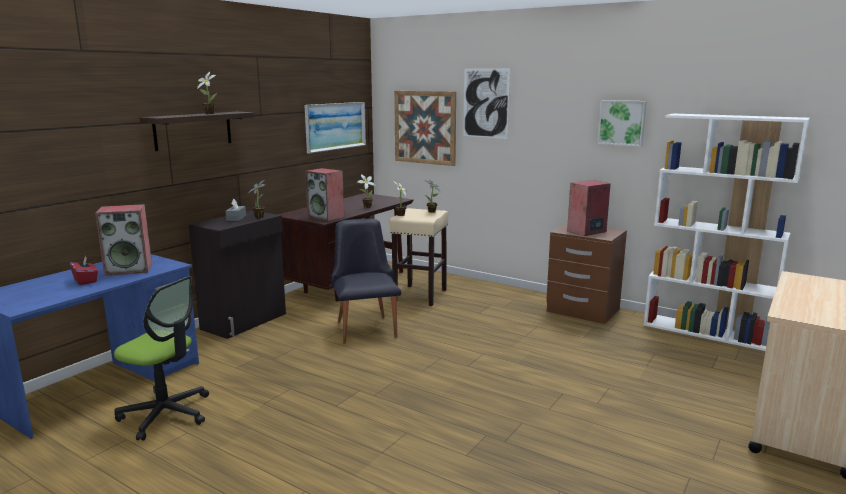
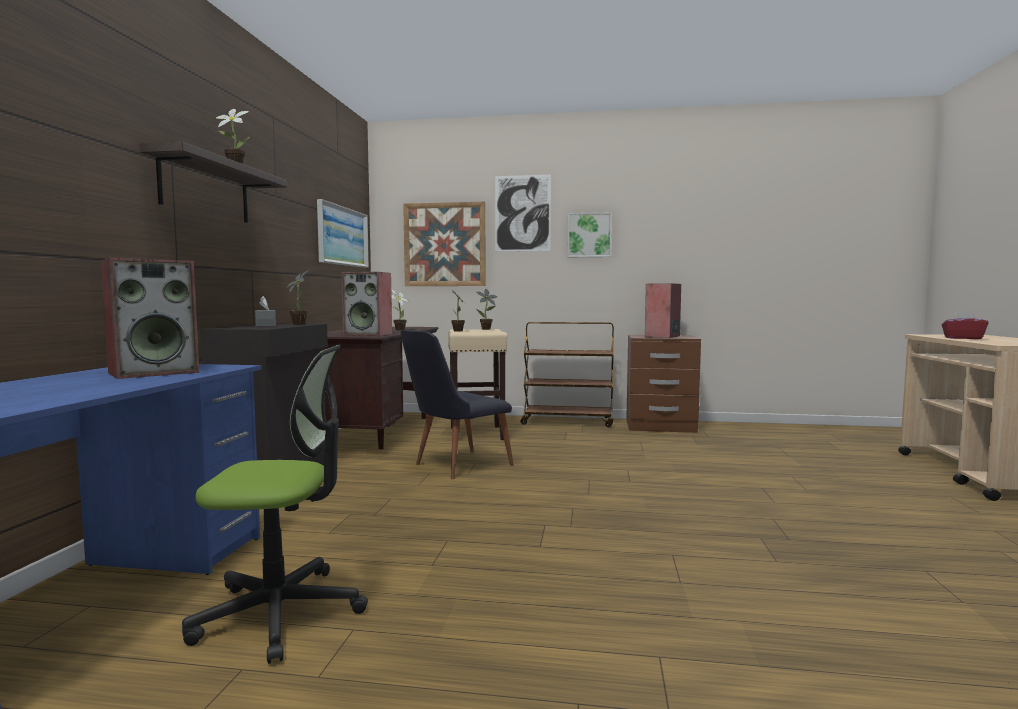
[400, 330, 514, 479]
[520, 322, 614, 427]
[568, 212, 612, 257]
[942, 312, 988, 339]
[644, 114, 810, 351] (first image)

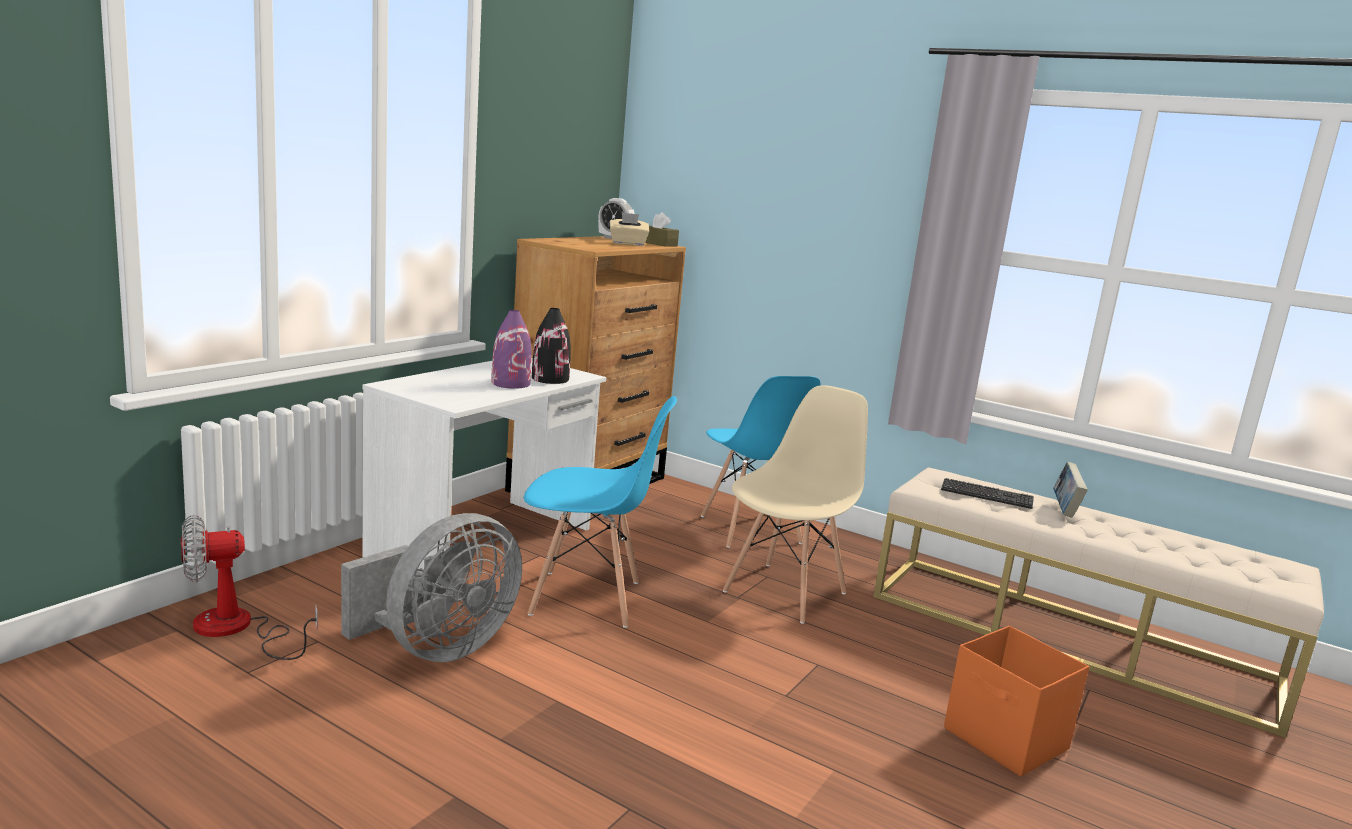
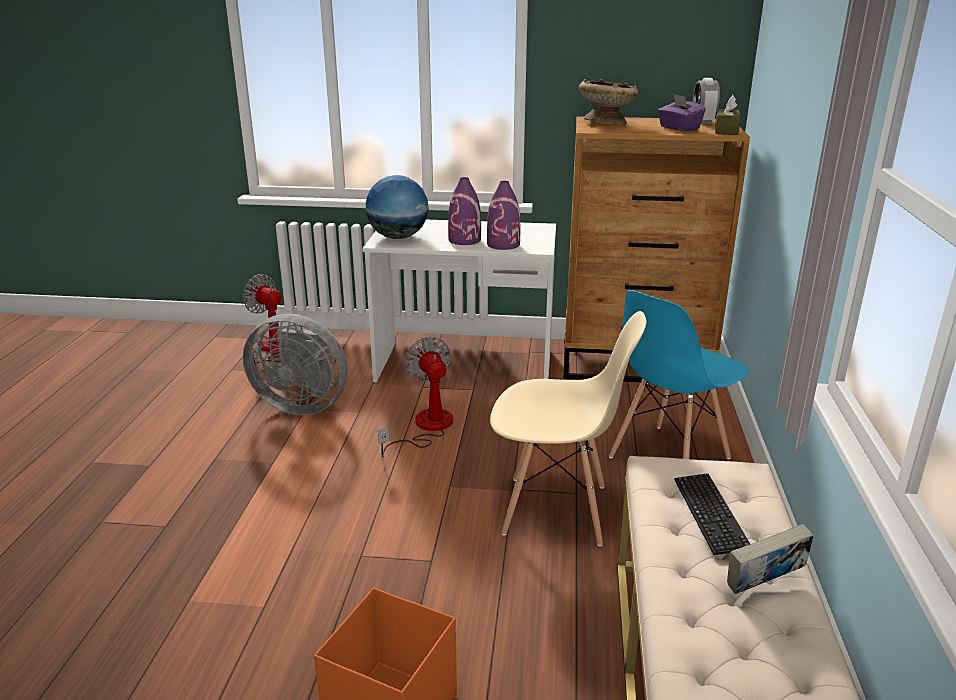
[366, 175, 429, 239]
[378, 337, 453, 457]
[487, 181, 520, 250]
[579, 79, 639, 124]
[658, 94, 706, 131]

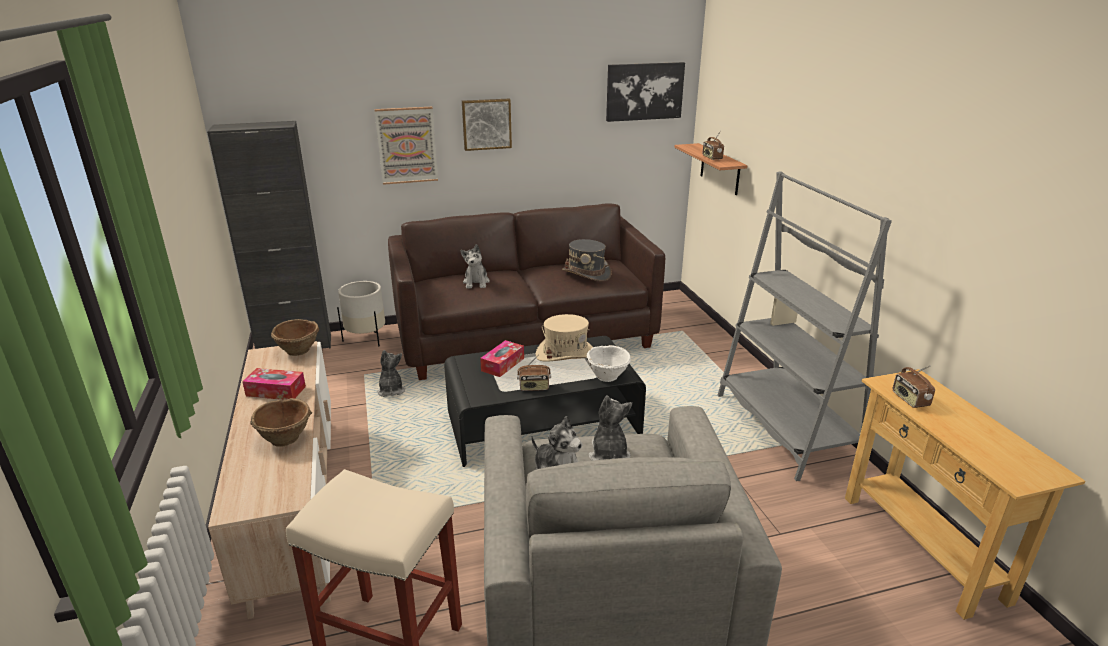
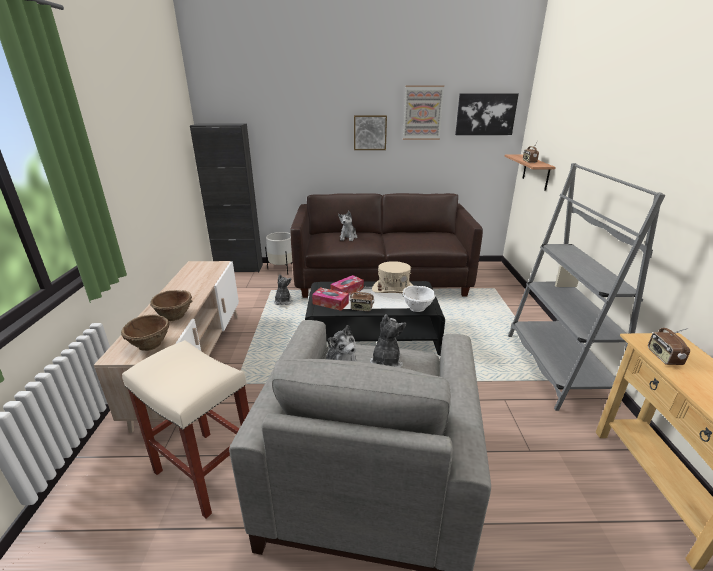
[121, 315, 170, 351]
[312, 287, 349, 311]
[403, 86, 444, 140]
[562, 239, 612, 282] (first image)

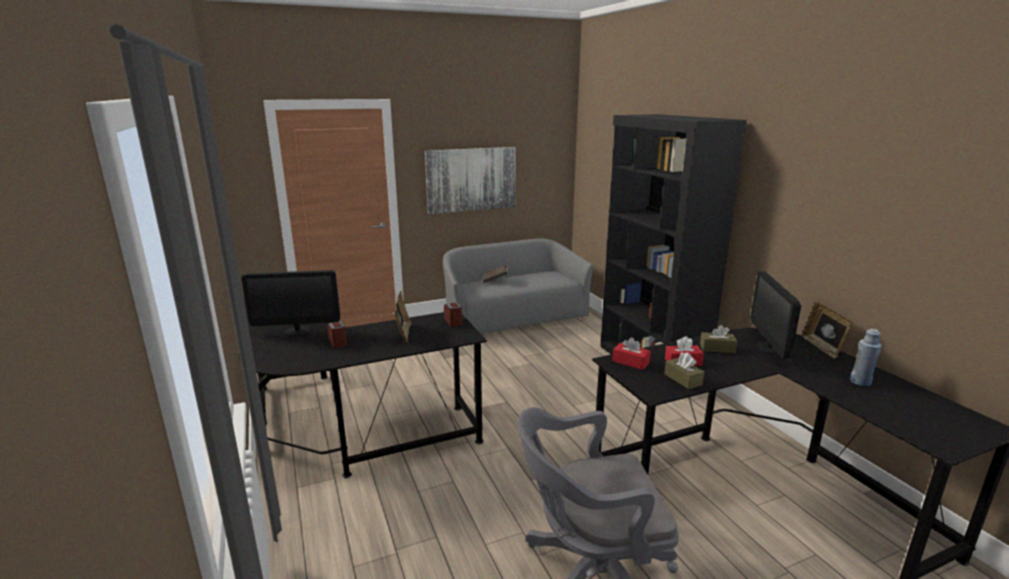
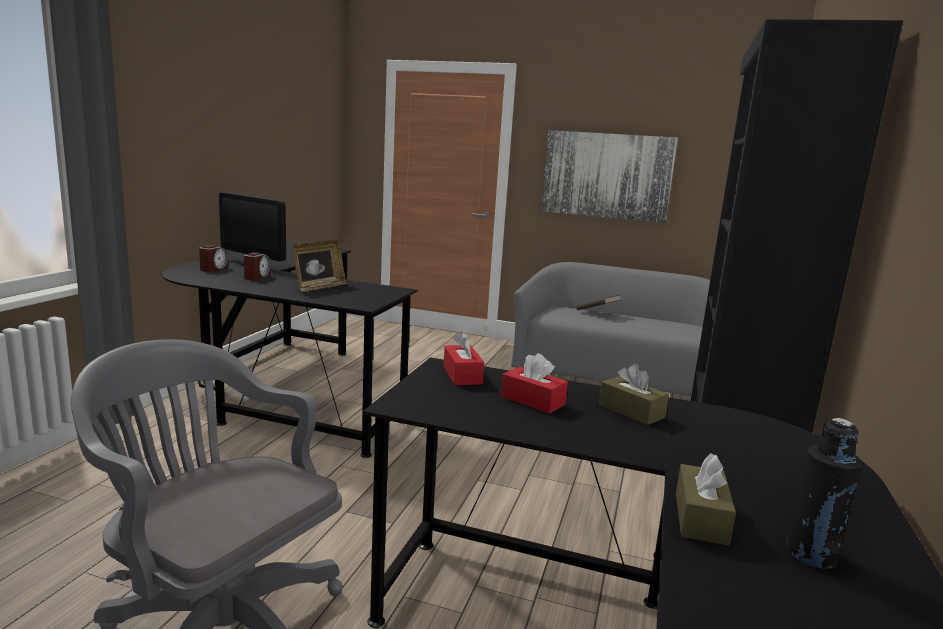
[199, 245, 229, 272]
[676, 453, 736, 546]
[786, 418, 863, 569]
[750, 271, 801, 358] (first image)
[802, 302, 852, 359] (first image)

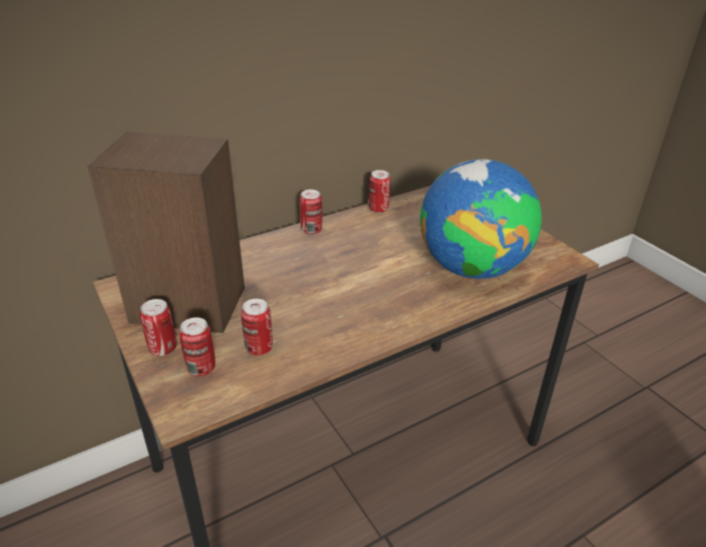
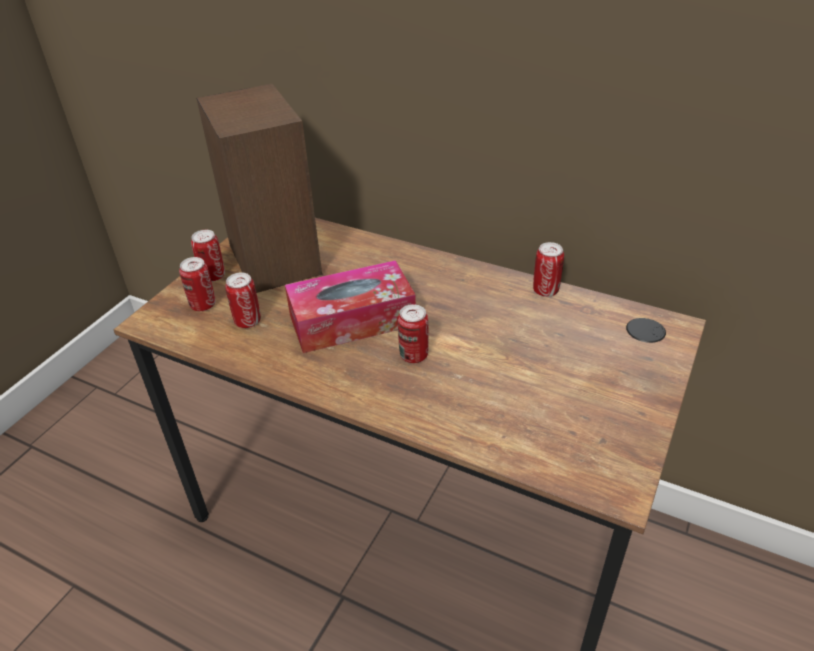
[285, 260, 416, 353]
[398, 304, 429, 363]
[420, 159, 542, 279] (first image)

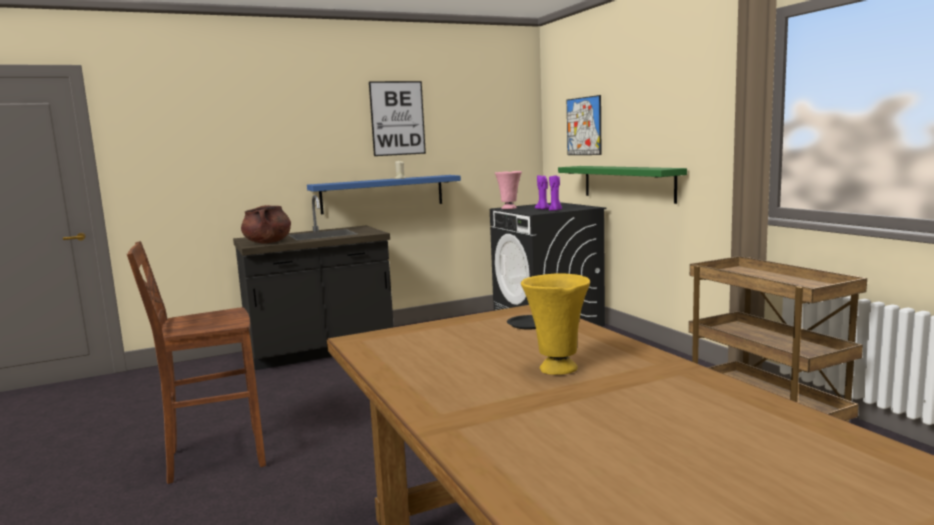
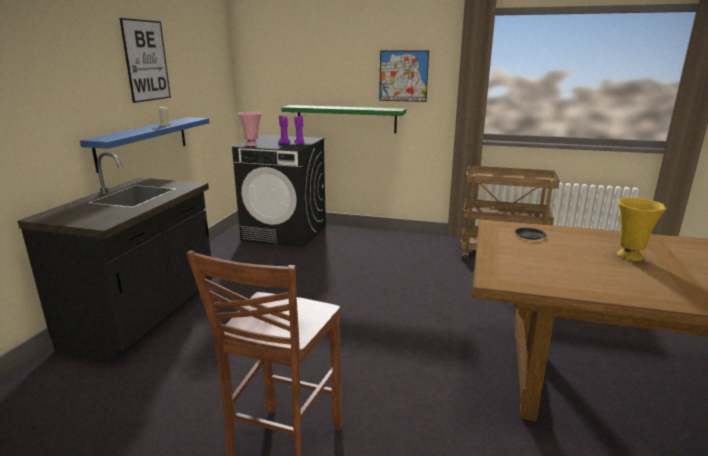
[379, 51, 429, 102]
[241, 205, 291, 244] (first image)

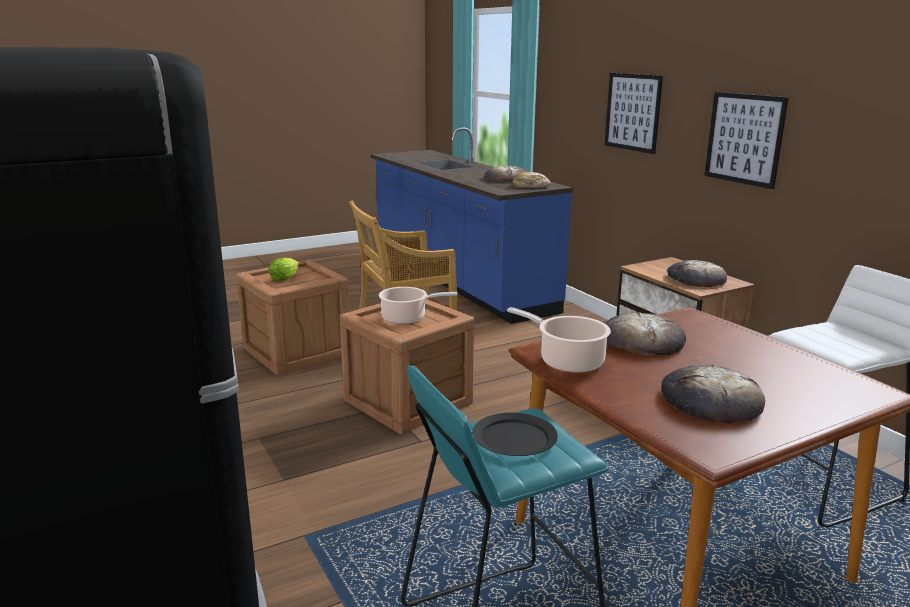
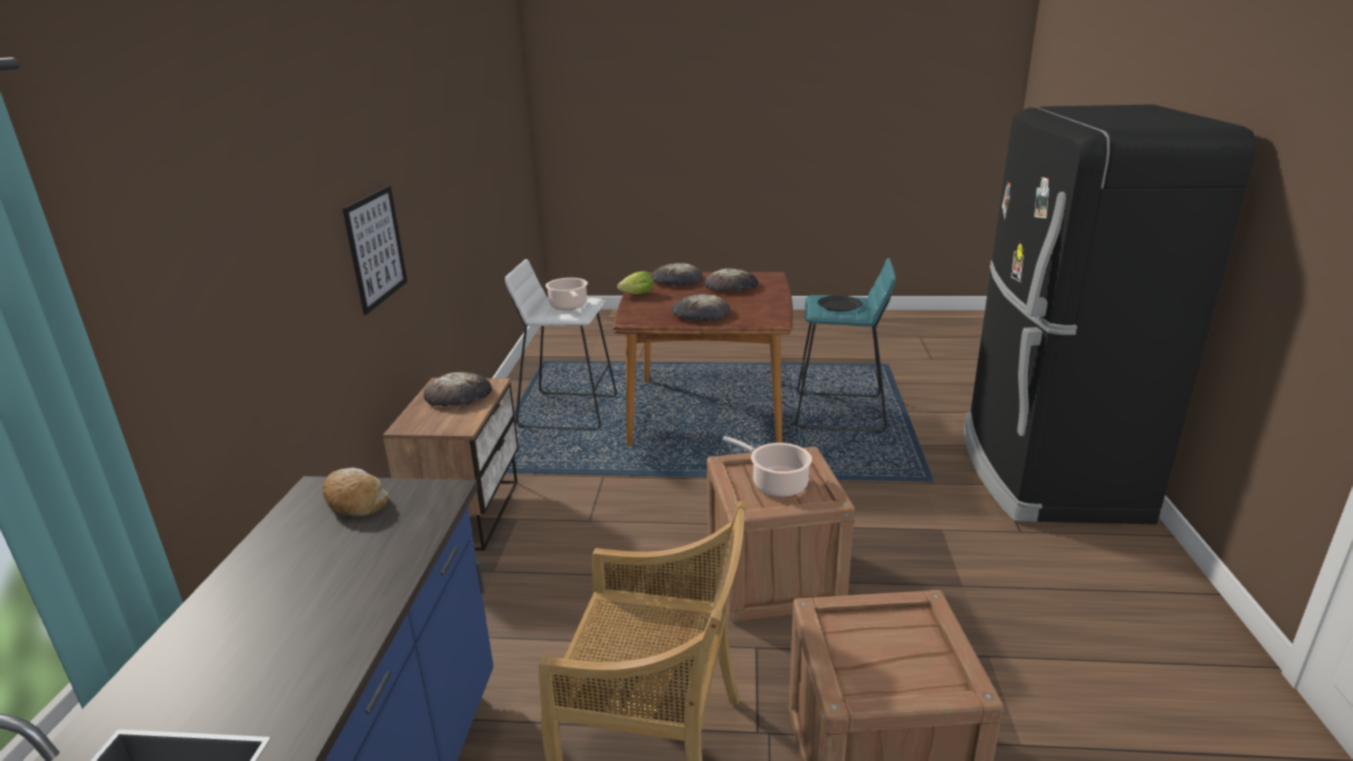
[545, 278, 588, 310]
[617, 271, 653, 294]
[651, 263, 703, 286]
[605, 73, 663, 154] (first image)

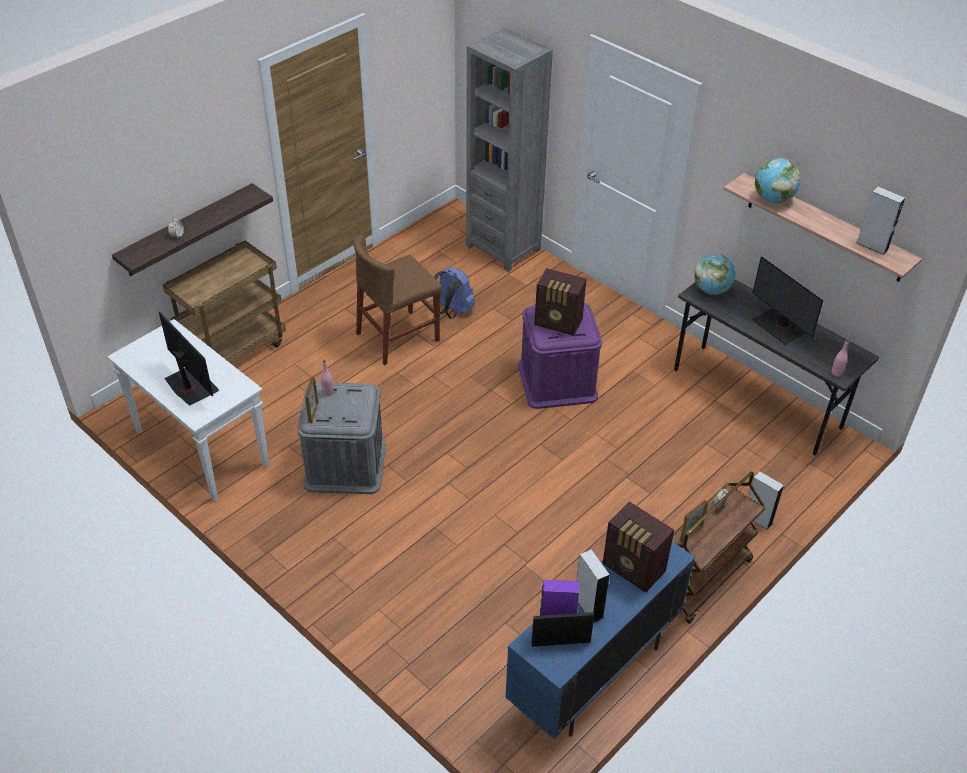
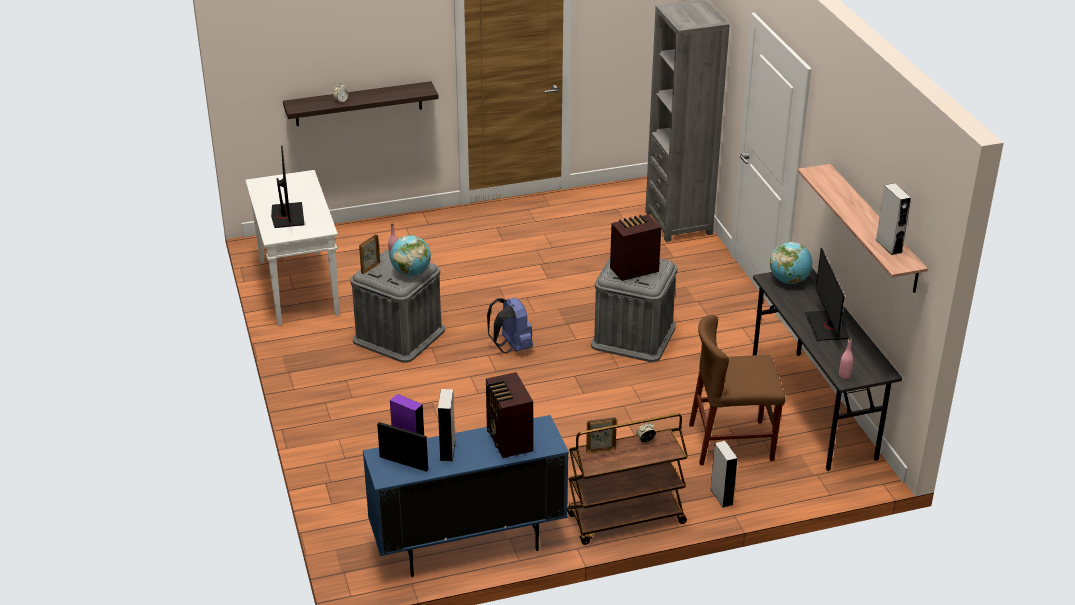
[390, 235, 431, 276]
[487, 298, 533, 353]
[591, 258, 677, 362]
[610, 215, 661, 281]
[689, 315, 786, 465]
[163, 241, 286, 364] (first image)

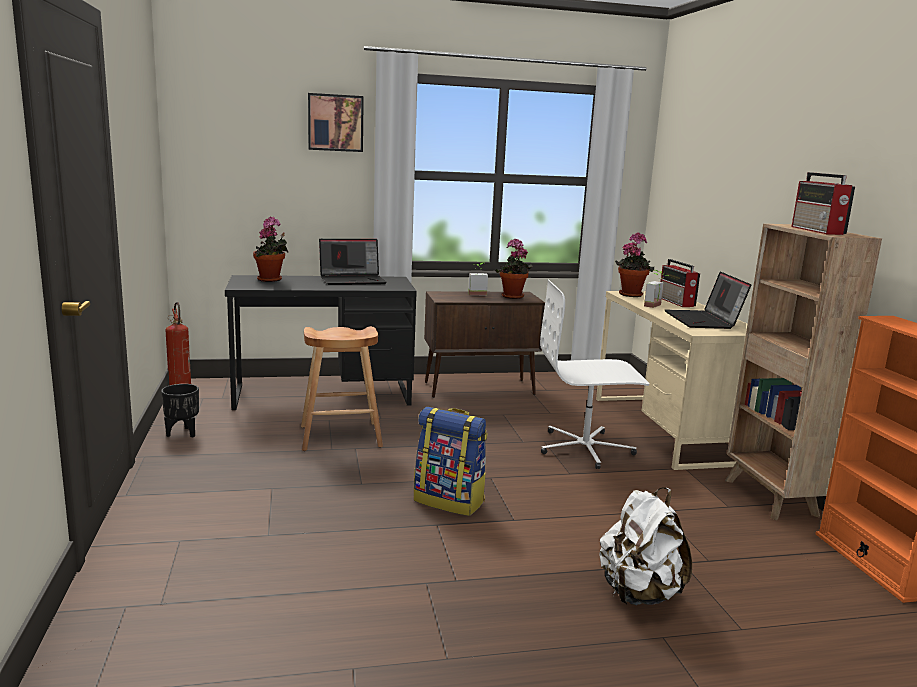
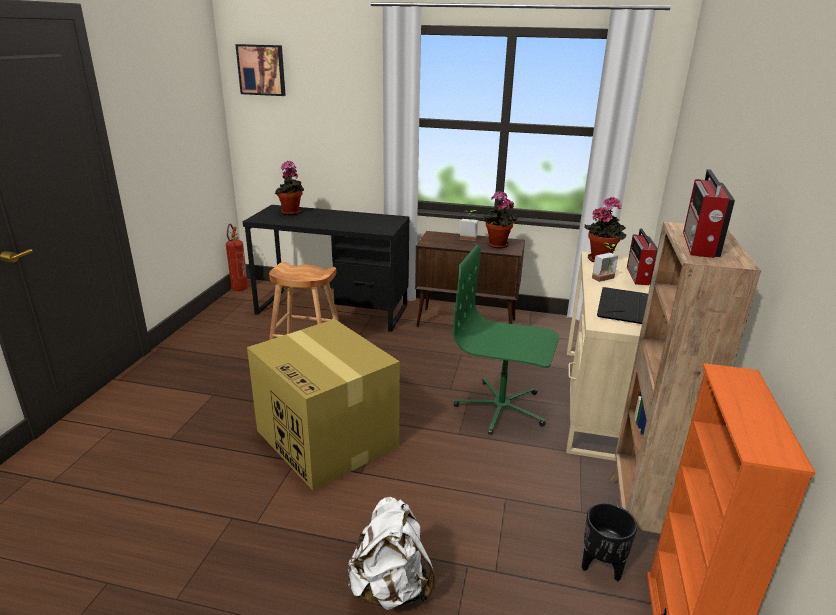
[235, 44, 286, 96]
[247, 319, 400, 491]
[453, 245, 559, 435]
[582, 503, 637, 582]
[319, 239, 387, 285] (first image)

